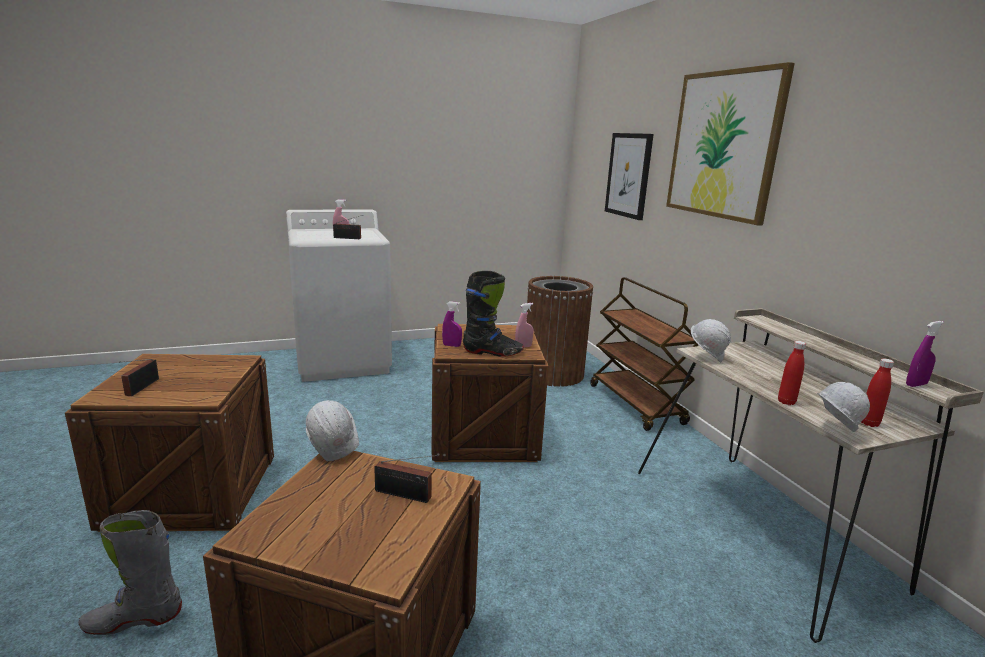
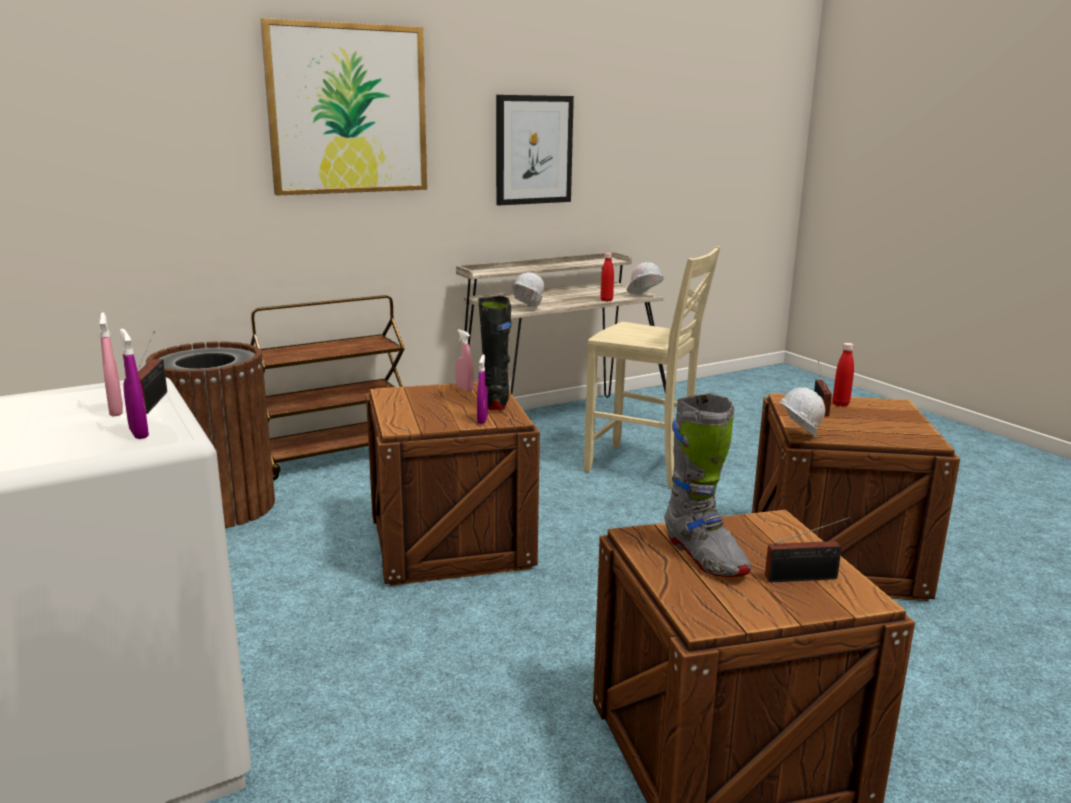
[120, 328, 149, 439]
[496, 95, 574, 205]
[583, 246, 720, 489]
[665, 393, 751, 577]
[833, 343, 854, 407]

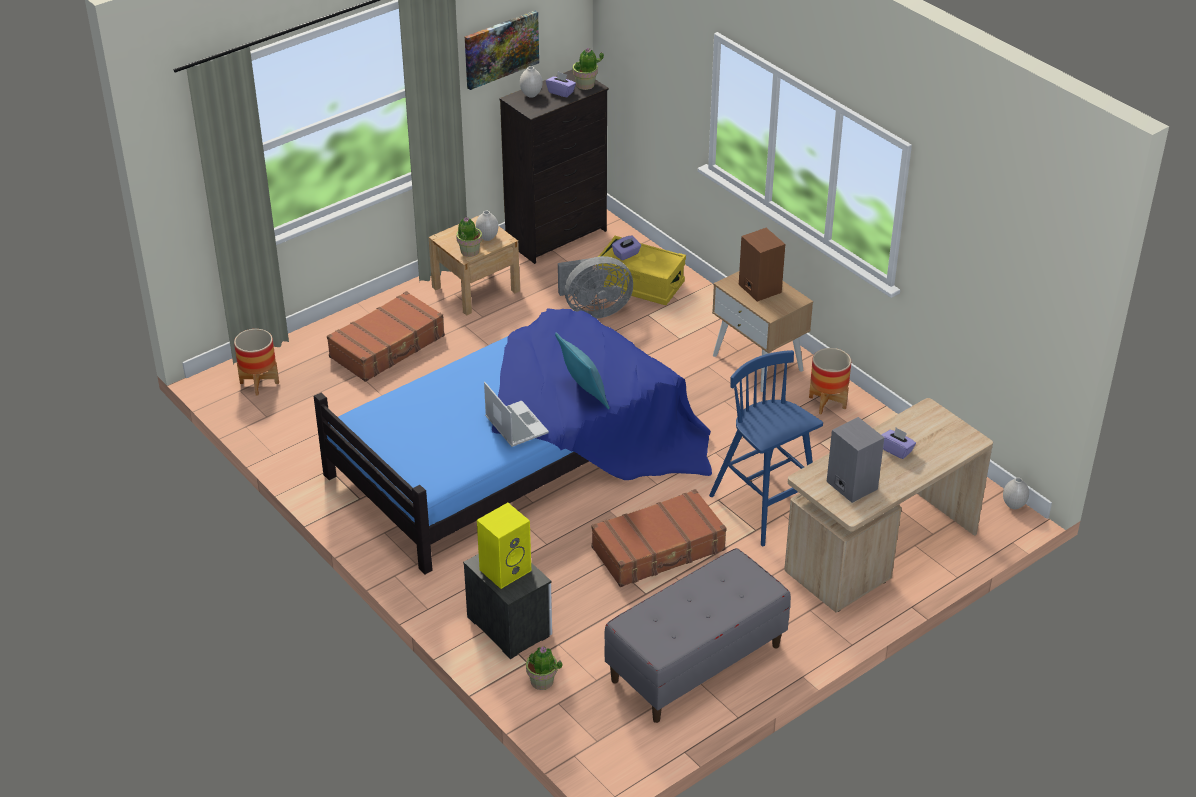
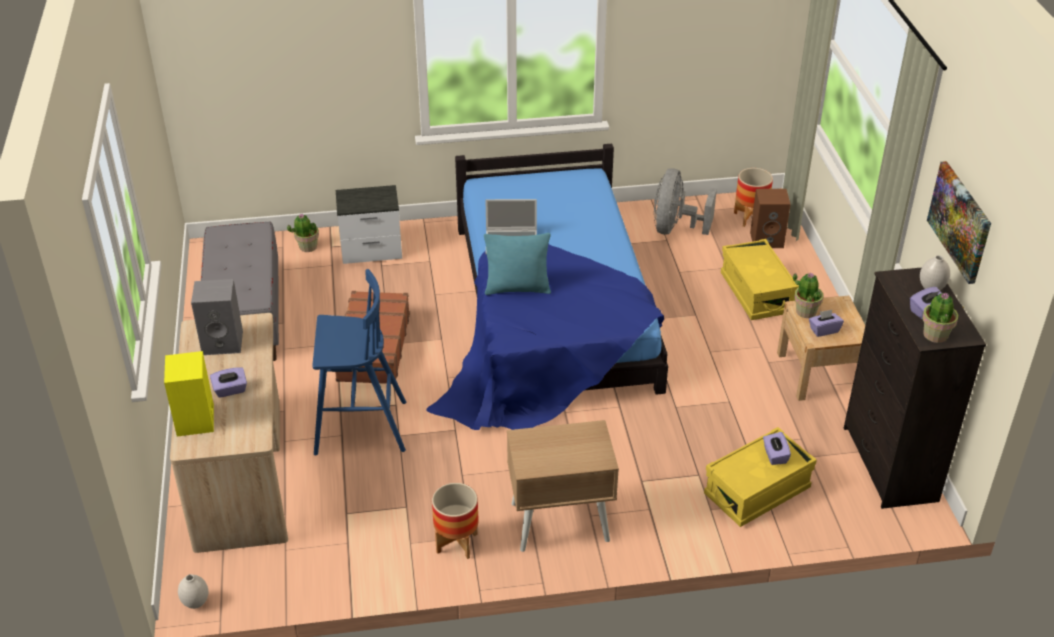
[164, 351, 214, 437]
[654, 168, 717, 235]
[721, 239, 799, 320]
[750, 189, 791, 248]
[809, 310, 844, 337]

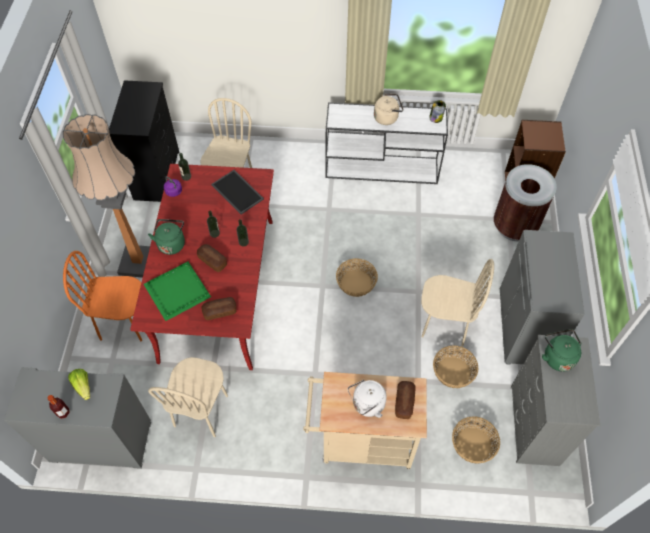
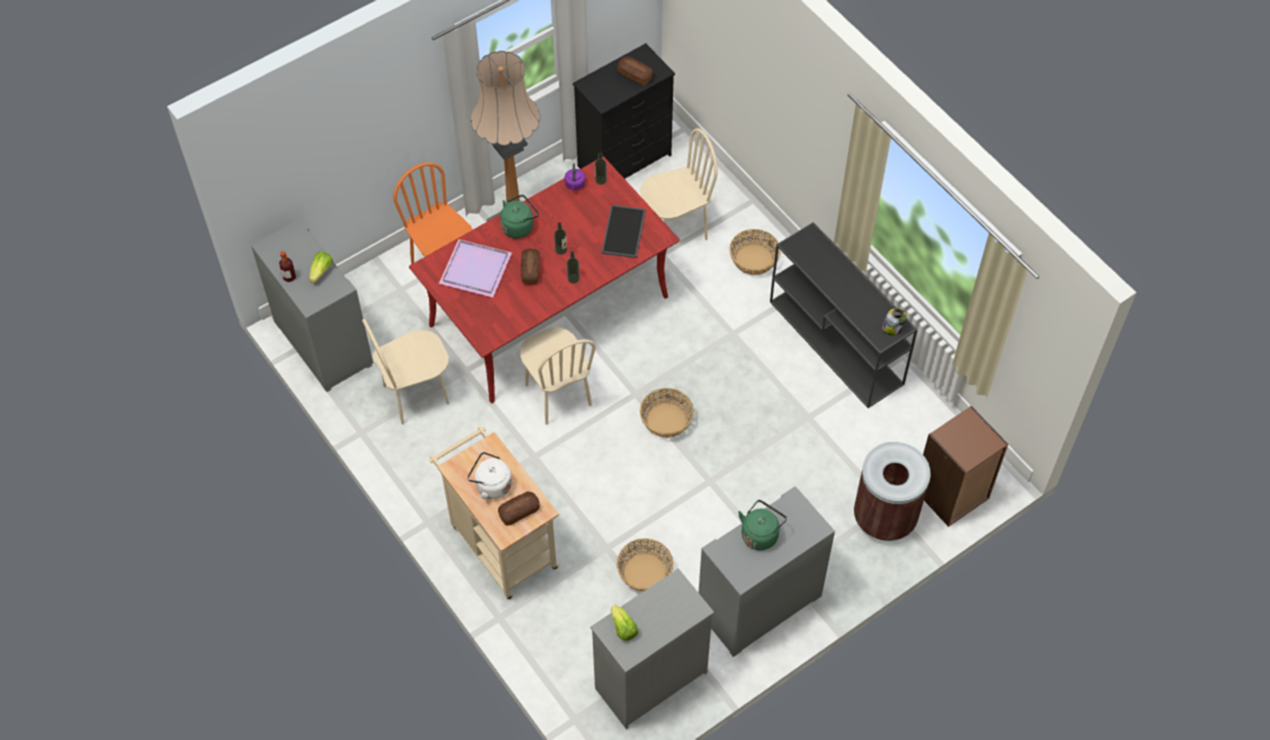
[439, 239, 512, 297]
[520, 327, 596, 425]
[611, 605, 638, 641]
[617, 56, 653, 85]
[729, 229, 780, 275]
[738, 500, 787, 550]
[770, 222, 918, 408]
[374, 94, 403, 125] (first image)

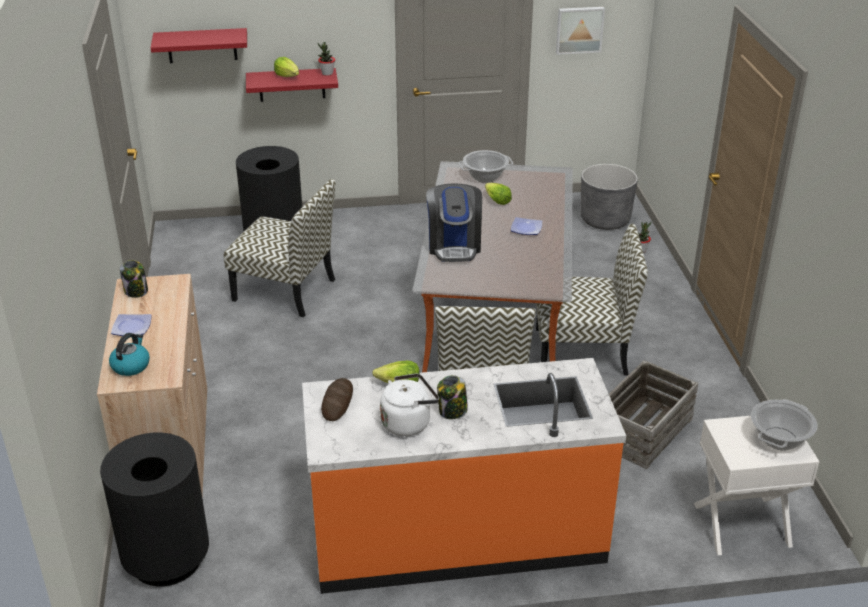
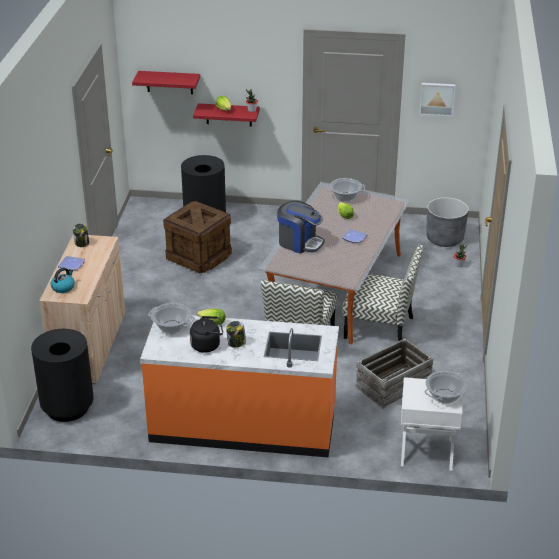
[148, 303, 195, 334]
[163, 201, 232, 273]
[190, 316, 223, 353]
[277, 201, 325, 254]

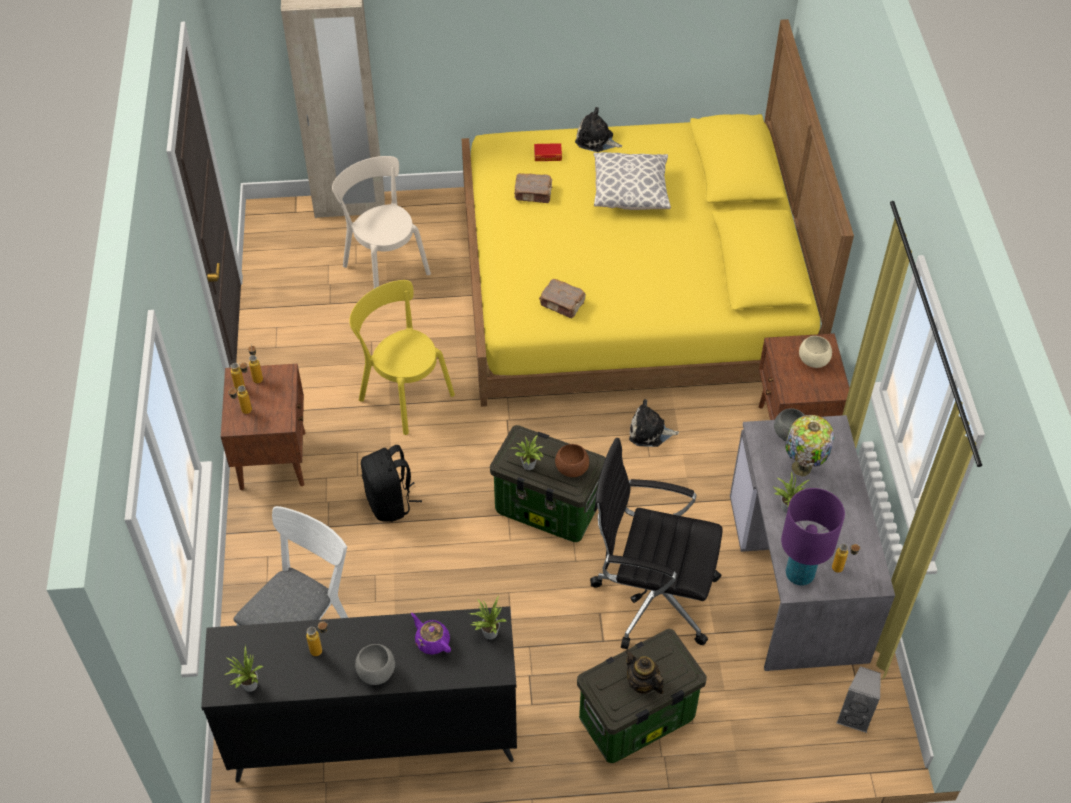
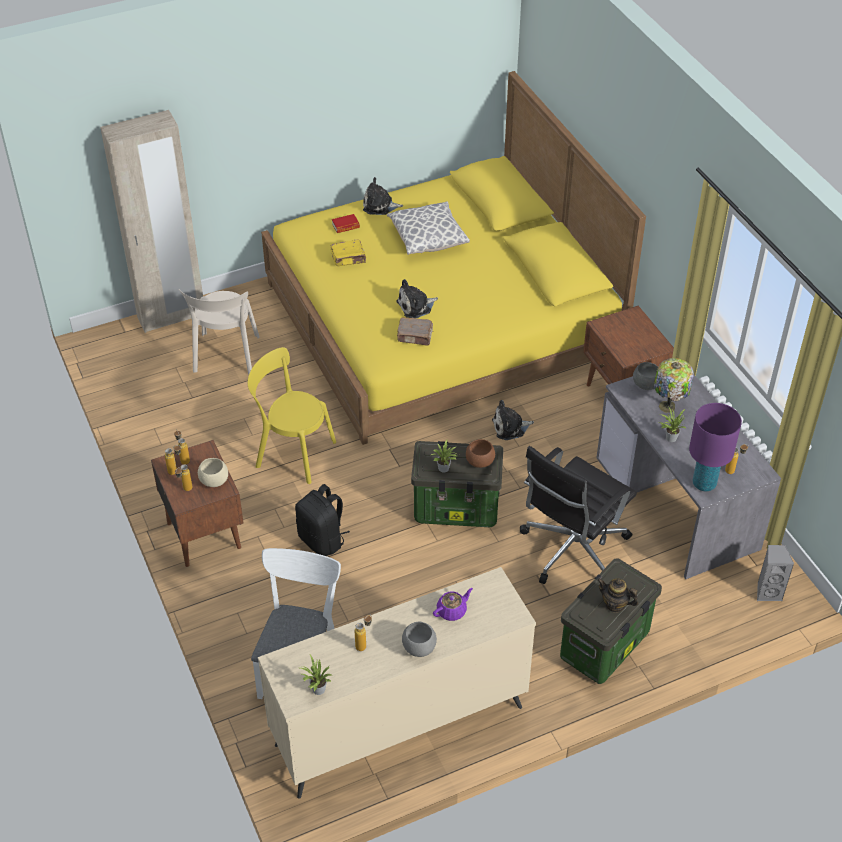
[179, 289, 260, 374]
[198, 458, 228, 487]
[258, 567, 536, 799]
[331, 240, 366, 266]
[396, 279, 438, 318]
[433, 588, 473, 621]
[520, 446, 637, 584]
[470, 596, 507, 640] (first image)

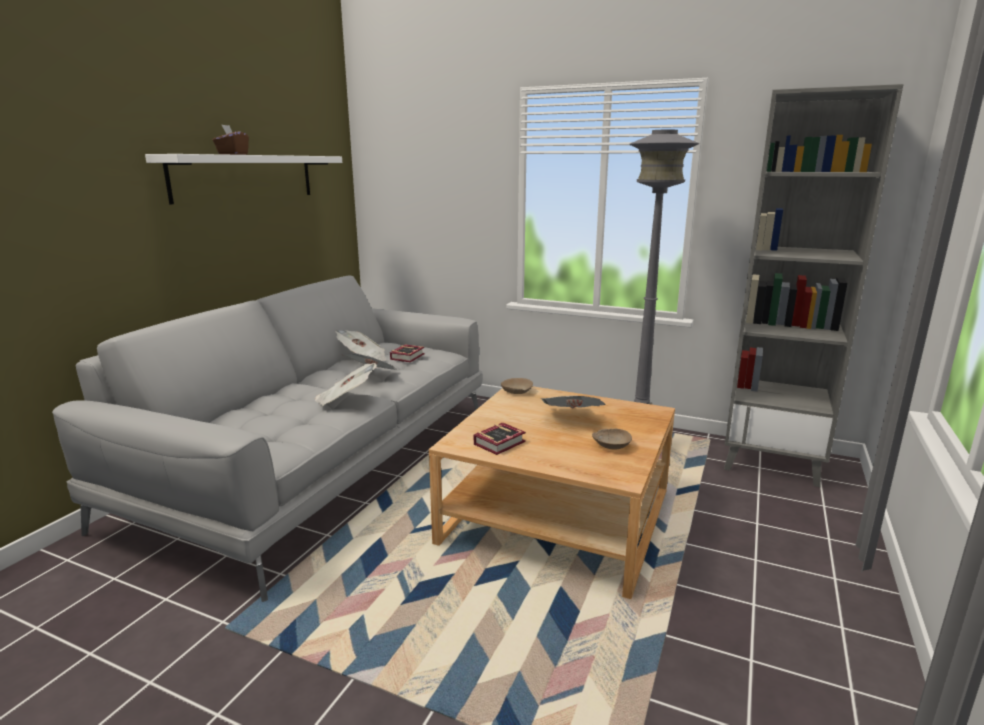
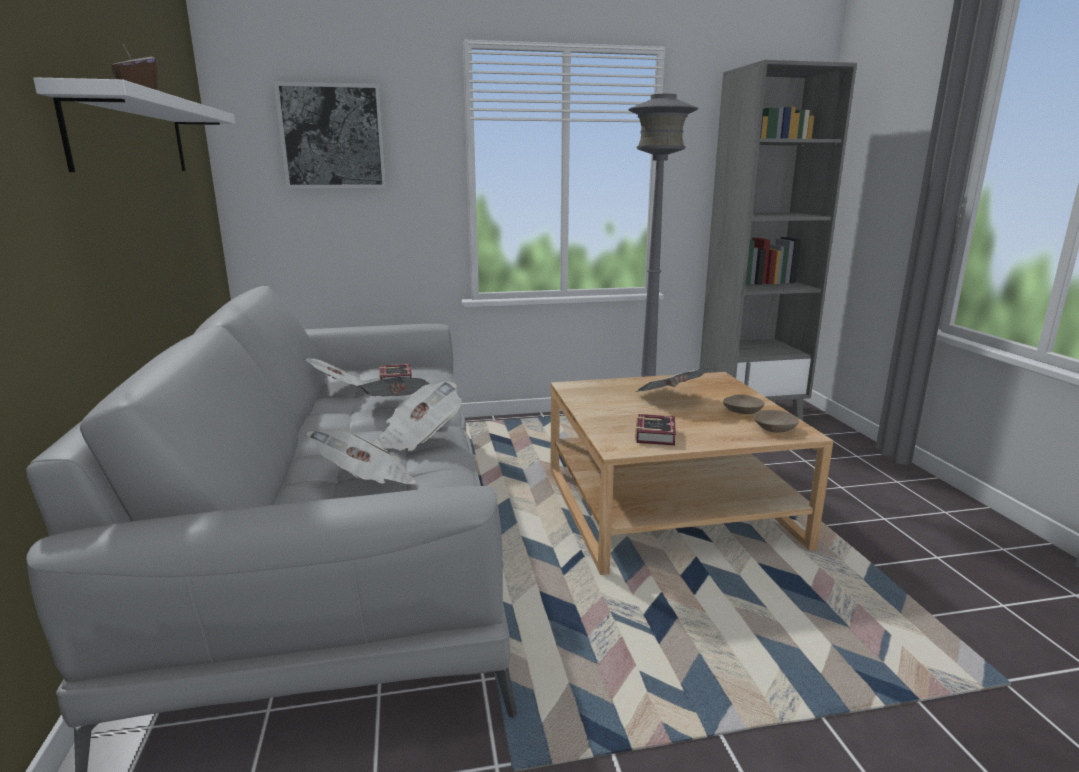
[274, 81, 386, 188]
[307, 429, 416, 484]
[753, 410, 799, 432]

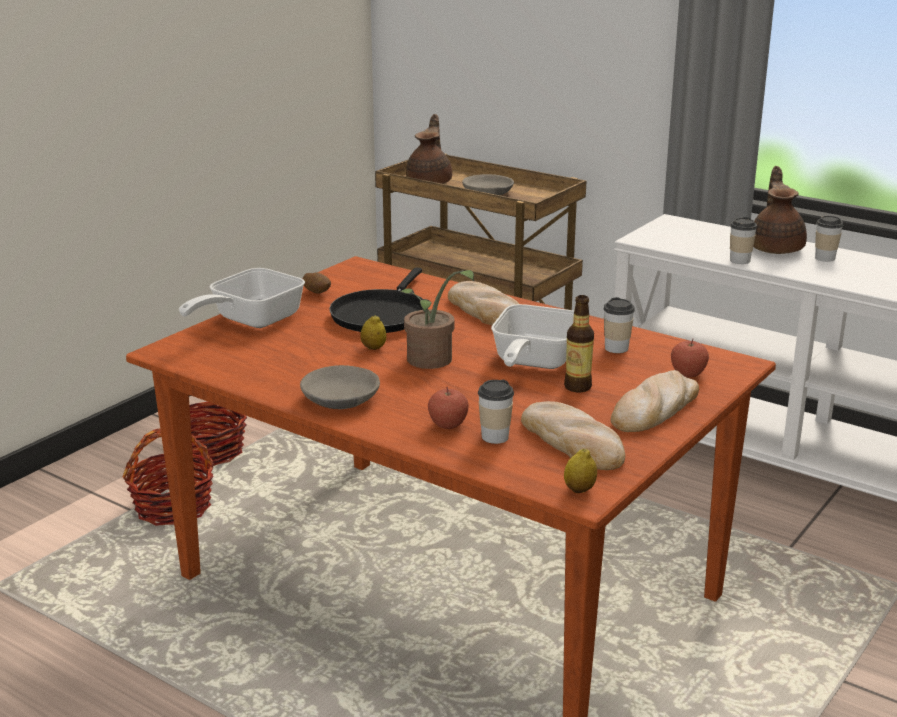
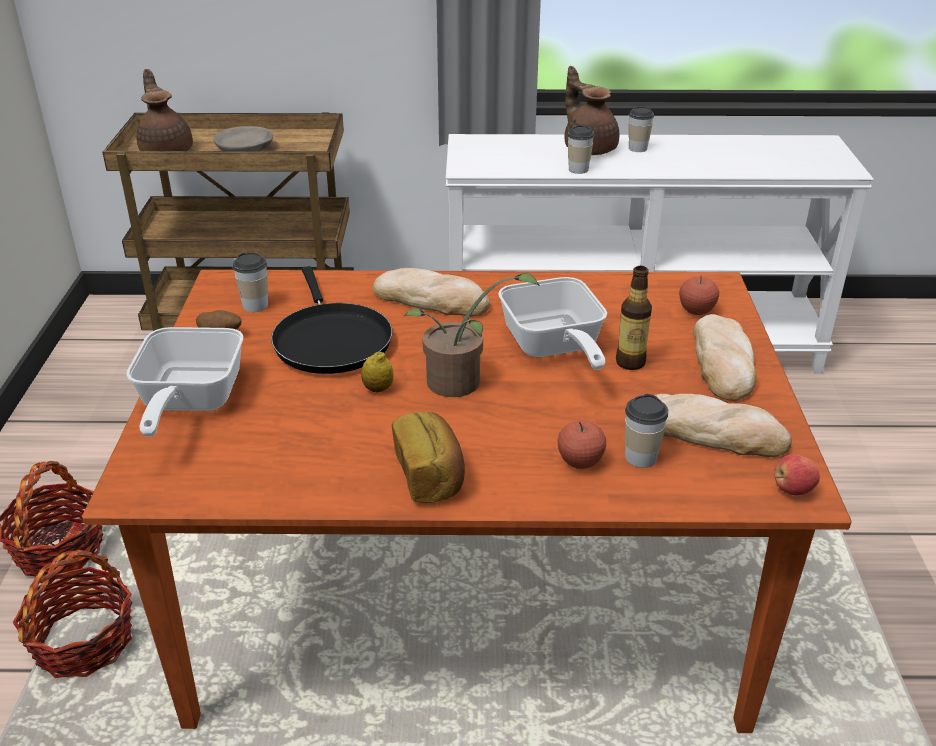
[233, 253, 268, 312]
[392, 412, 465, 503]
[774, 454, 820, 495]

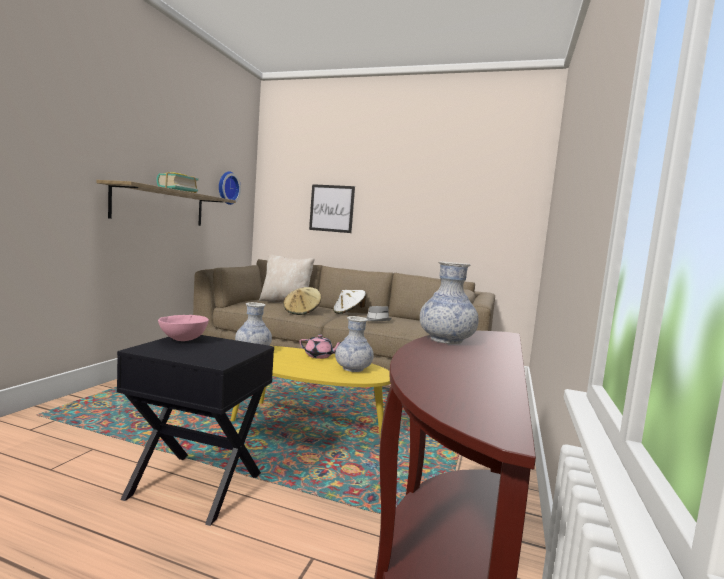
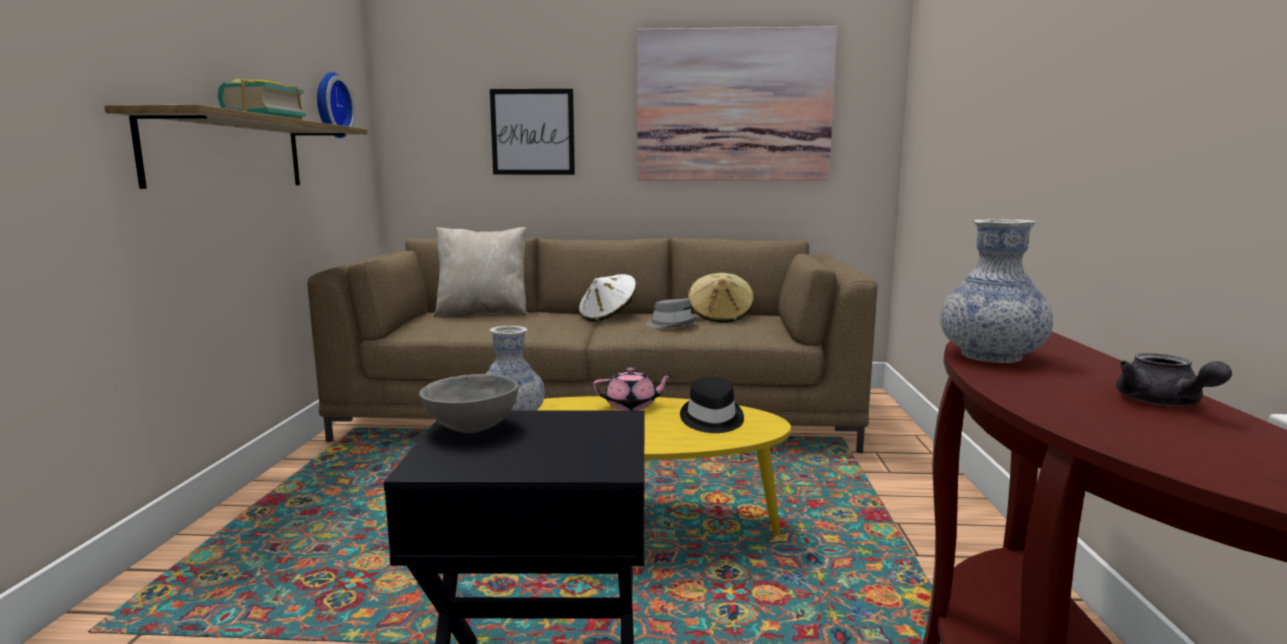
[419, 374, 519, 433]
[637, 26, 837, 180]
[680, 377, 744, 433]
[687, 273, 754, 323]
[1117, 353, 1232, 406]

